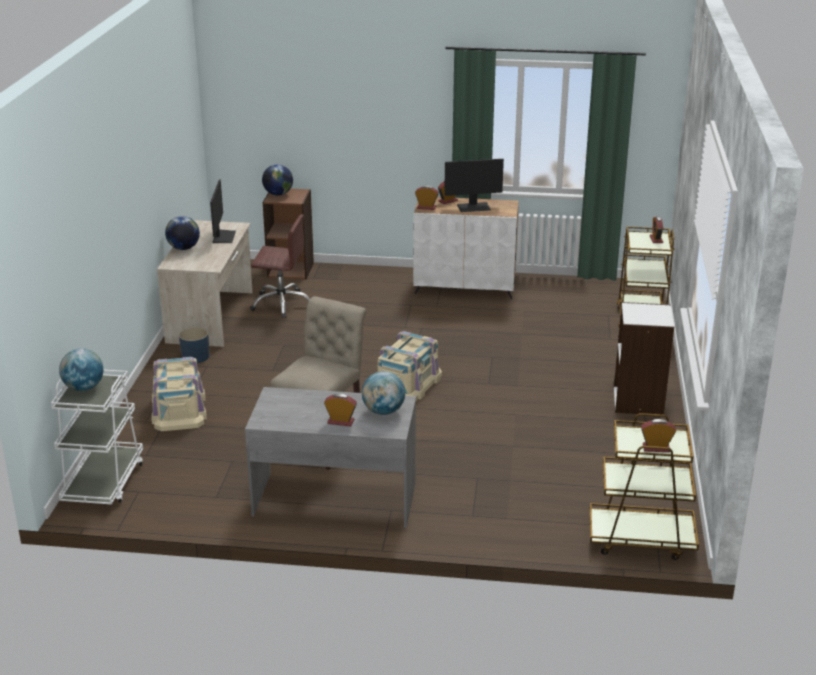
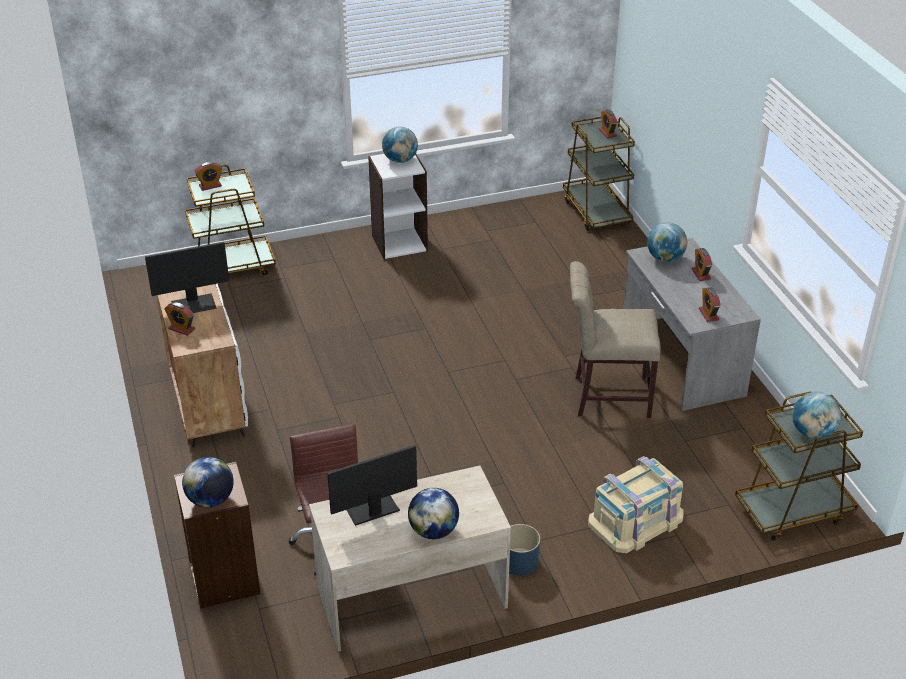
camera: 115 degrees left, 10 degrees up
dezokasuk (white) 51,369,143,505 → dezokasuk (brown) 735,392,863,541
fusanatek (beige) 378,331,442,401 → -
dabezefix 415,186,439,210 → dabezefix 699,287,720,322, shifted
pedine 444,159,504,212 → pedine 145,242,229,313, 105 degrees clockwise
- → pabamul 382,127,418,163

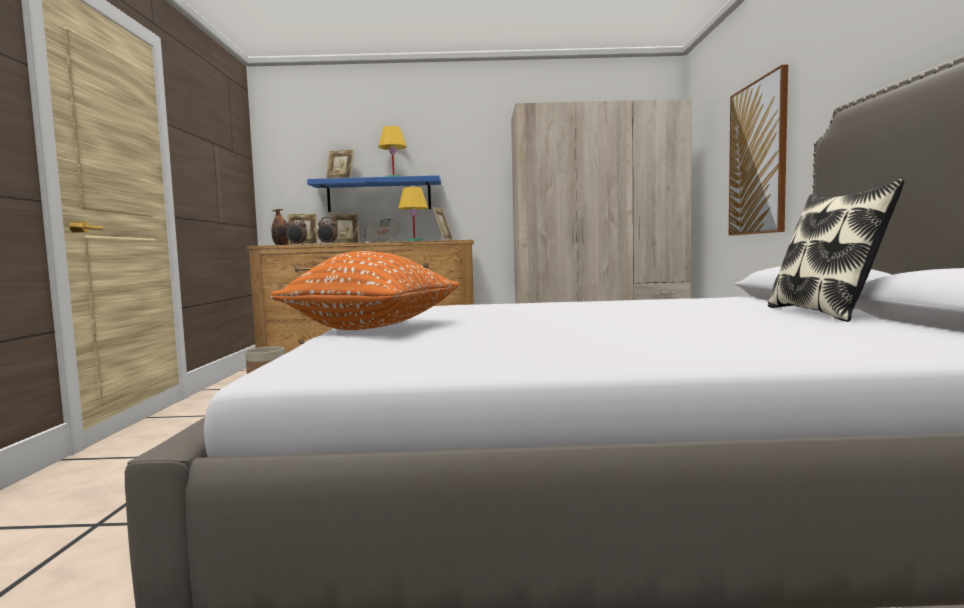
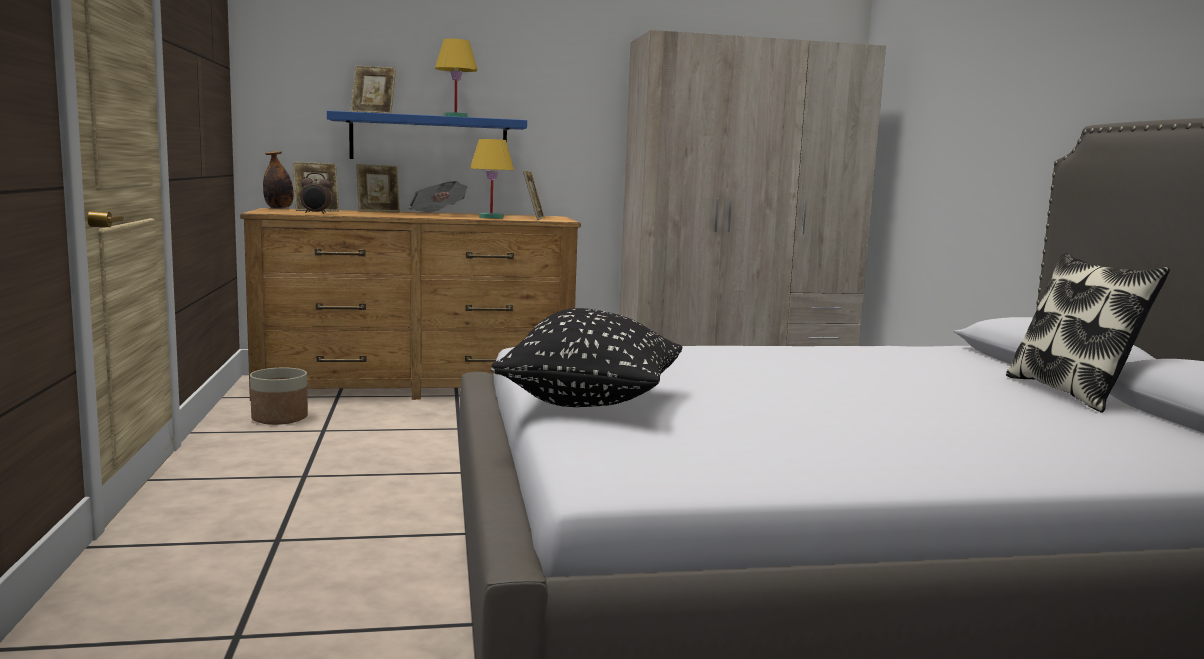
camera: 10 degrees left, 5 degrees up
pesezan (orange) 271,251,460,330 → pesezan (black) 491,308,682,407
dabezefix 317,217,338,244 → -
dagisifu 729,65,788,236 → -

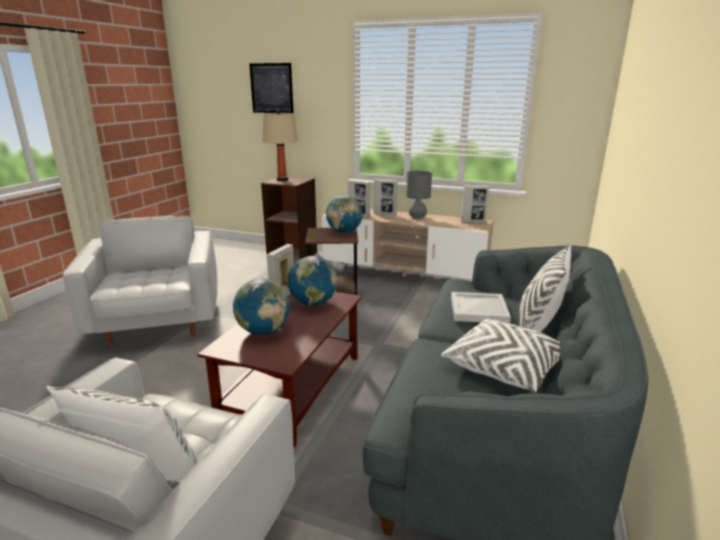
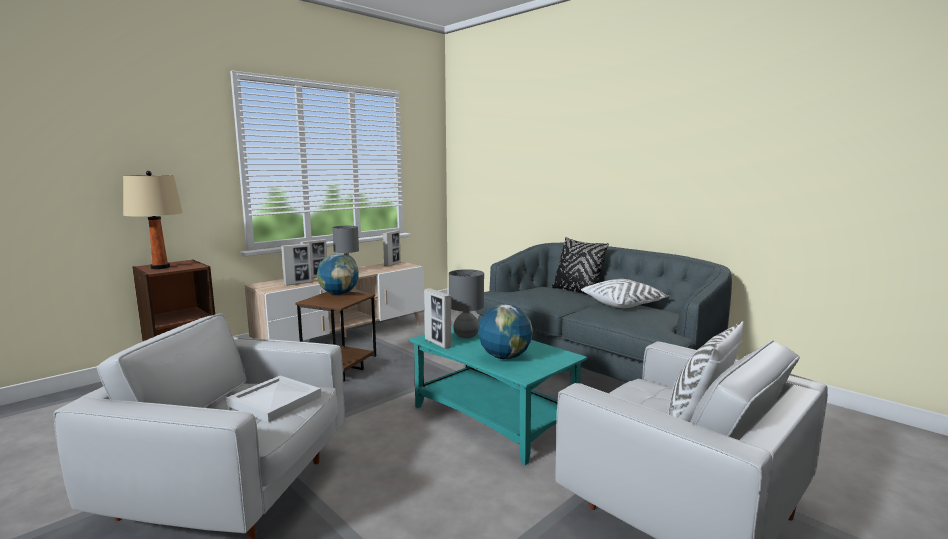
camera: 65 degrees left, 10 degrees down
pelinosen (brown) 197,292,362,448 → pelinosen (turquoise) 408,326,587,465
dagisifu 249,63,294,113 → -
pabamul 288,256,338,306 → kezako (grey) 449,269,484,338
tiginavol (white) 451,292,511,324 → tiginavol (white) 226,376,321,423, shifted
pesezan (white) 519,244,571,332 → pesezan (black) 552,237,609,294

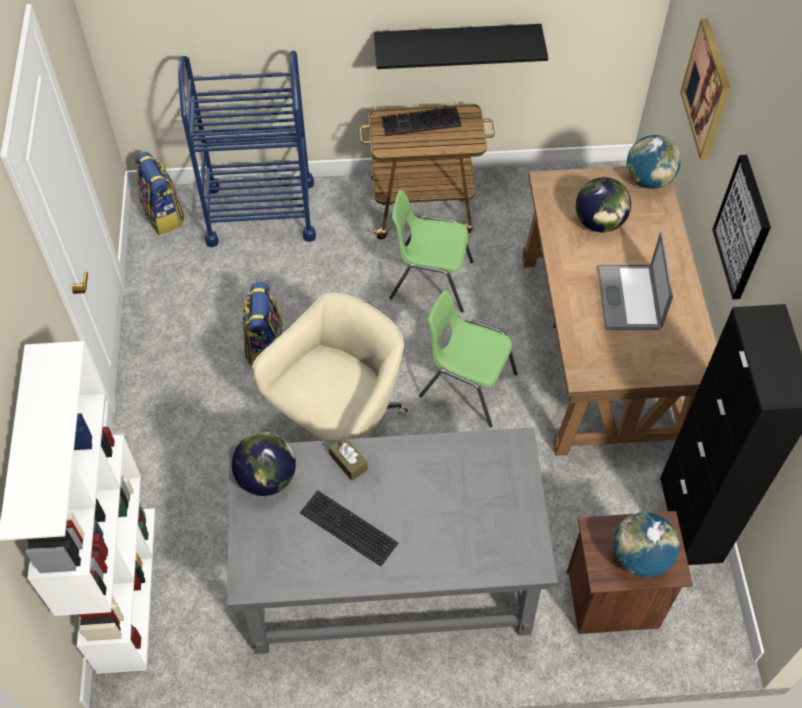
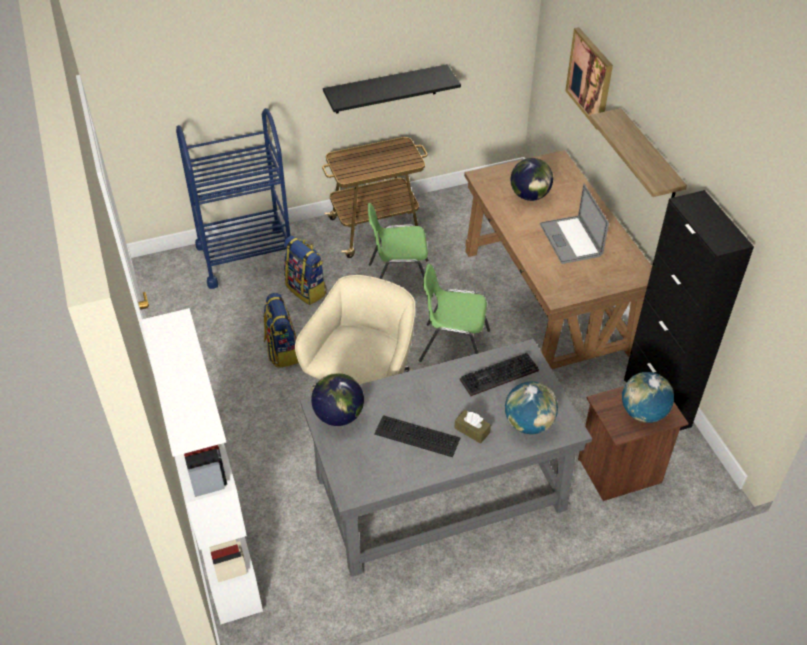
camera: 15 degrees left, 10 degrees down
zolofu 135,152,184,235 → zolofu 284,235,327,305, shifted
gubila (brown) 329,436,368,481 → gubila (brown) 455,409,491,444, shifted
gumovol 382,107,462,136 → gumovol 460,353,539,396, shifted
pabamul 627,135,681,189 → pabamul 505,381,558,434, shifted
dagisifu 712,155,771,299 → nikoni 589,108,687,198

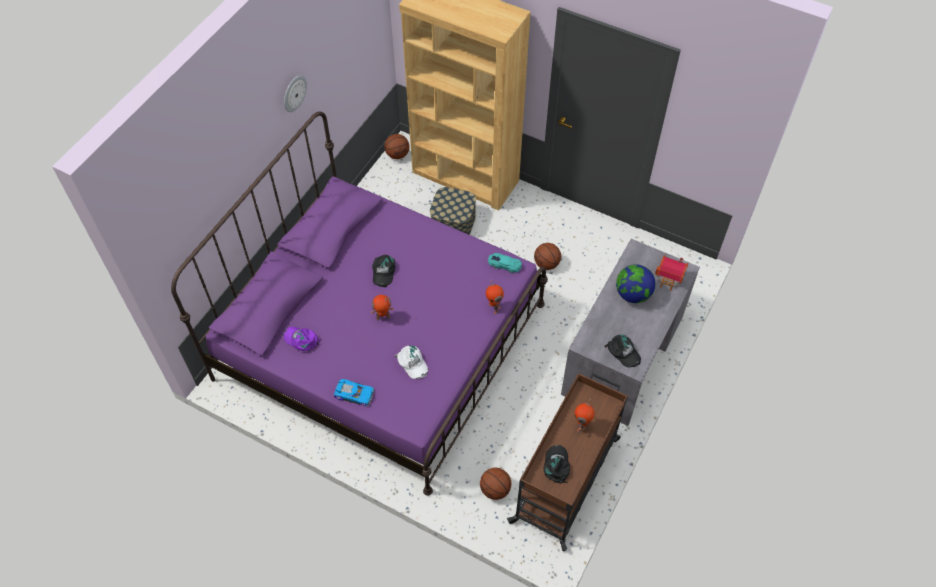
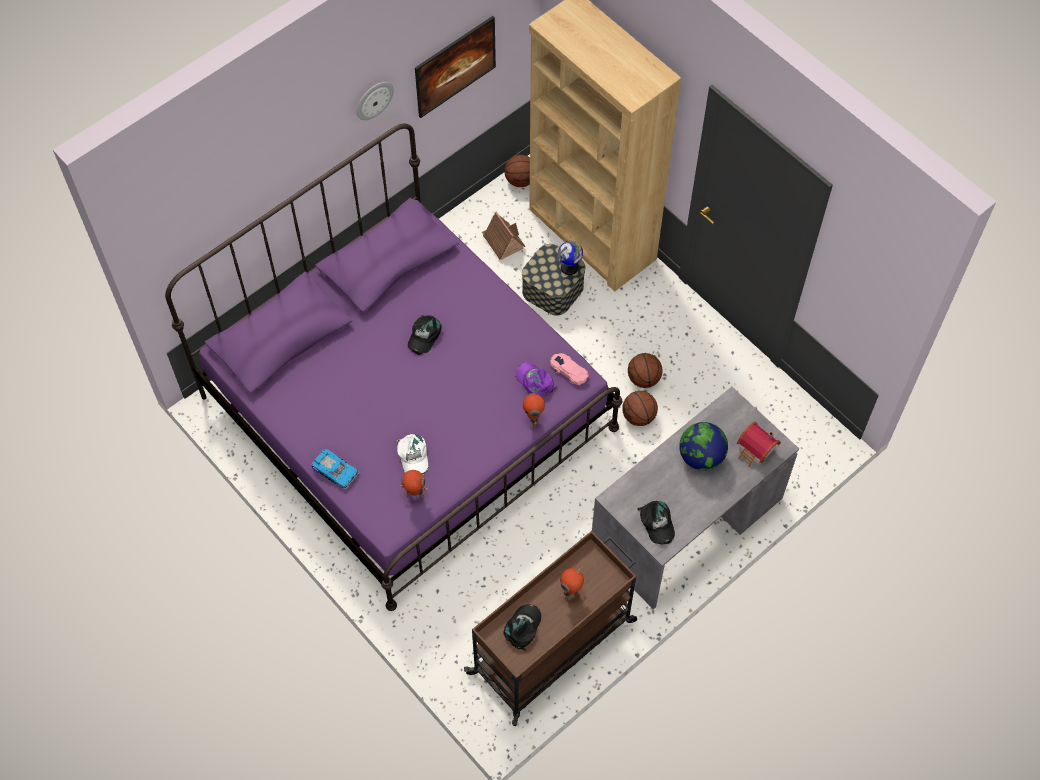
camera: 20 degrees right, 5 degrees up
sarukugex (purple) 284,327,321,351 → sarukugex (purple) 516,362,558,396, shifted
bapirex 371,295,394,320 → bapirex 400,470,428,498, shifted
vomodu 480,468,511,500 → vomodu 622,391,658,426, shifted
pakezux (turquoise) 488,253,522,273 → pakezux (pink) 550,353,589,385
- → dagisifu 415,16,496,118
- → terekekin 482,212,526,260
- → pabamul 556,241,583,275

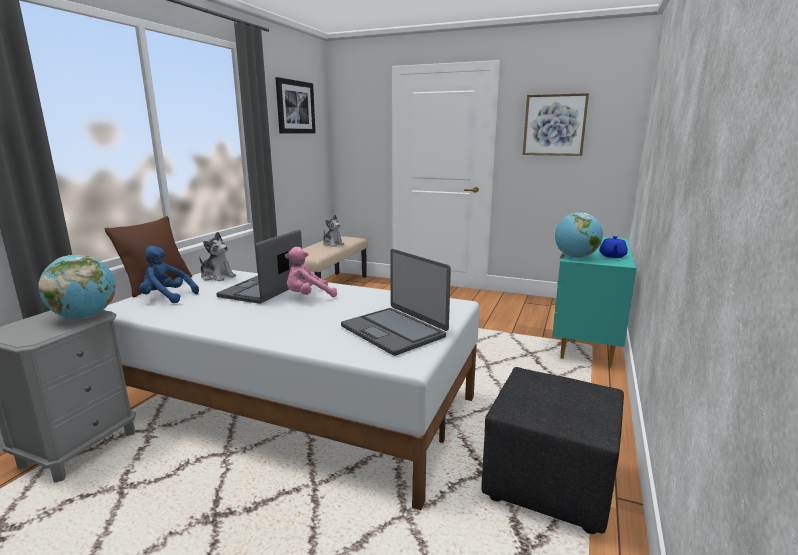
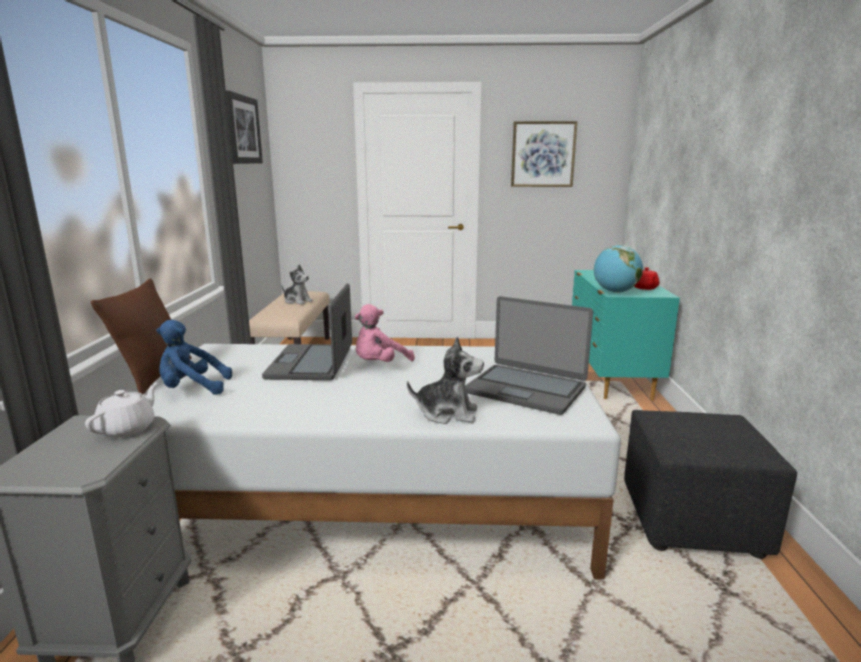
camera: 20 degrees left, 0 degrees up
pabamul 38,255,116,319 → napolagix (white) 85,383,158,438
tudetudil 199,232,236,282 → tudetudil 407,337,484,424, shifted
napolagix (blue) 599,236,628,258 → napolagix (red) 634,267,659,290

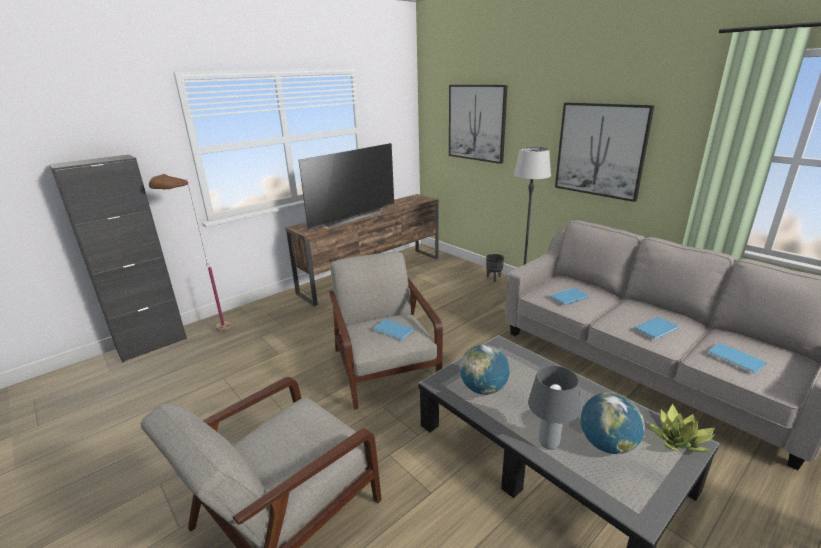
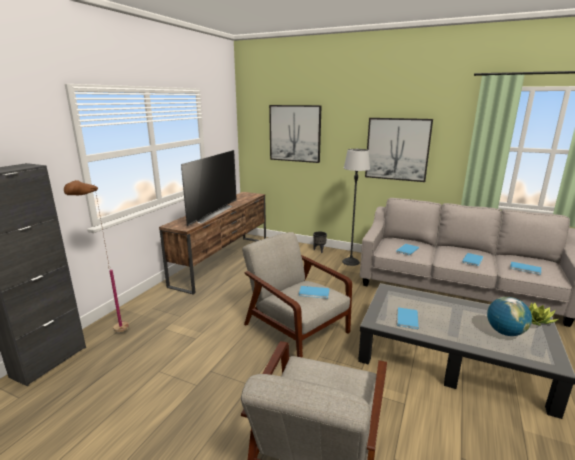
camera: 25 degrees left, 5 degrees down
pabamul 459,344,510,395 → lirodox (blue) 397,307,419,329
kezako (grey) 528,365,580,449 → -

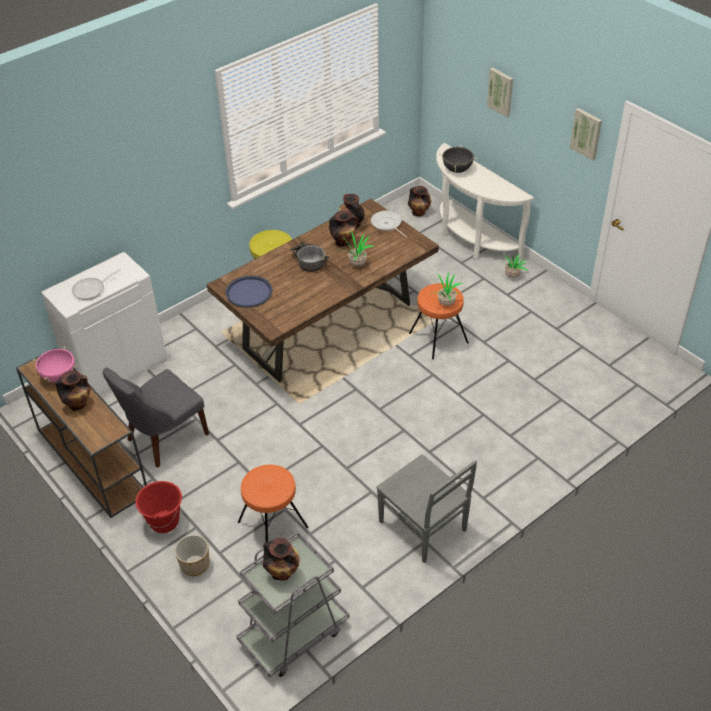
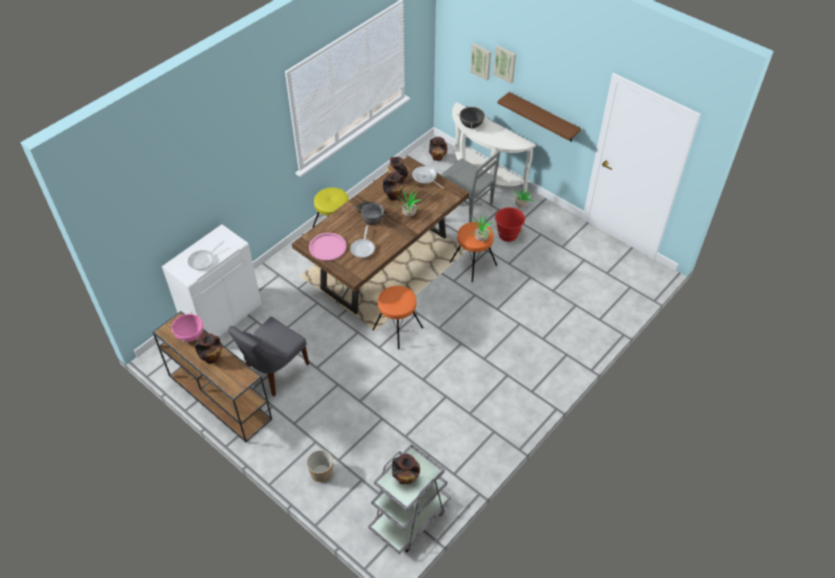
camera: 10 degrees left, 5 degrees up
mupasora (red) 136,481,182,533 → mupasora (red) 494,207,525,242, shifted
tiginavol (blue) 226,276,272,308 → tiginavol (pink) 309,233,347,261
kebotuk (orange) 238,465,308,542 → kebotuk (orange) 372,286,423,350, shifted
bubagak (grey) 376,454,477,563 → bubagak (grey) 441,150,501,223, shifted
dagisifu 570,108,602,161 → dagisifu 470,43,491,81, shifted
- → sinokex 350,225,375,258
- → nikoni (brown) 498,92,581,142

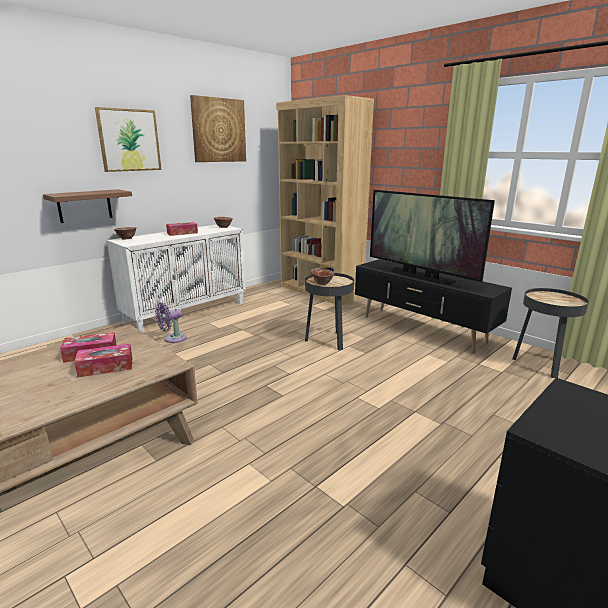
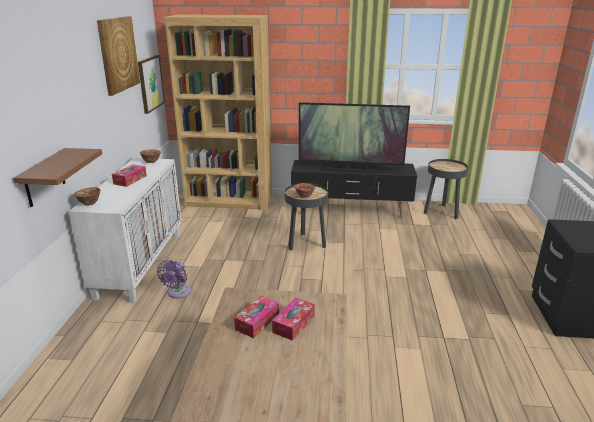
camera: 40 degrees left, 5 degrees up
dagisifu 95,107,161,172 → dagisifu 138,55,165,114, shifted

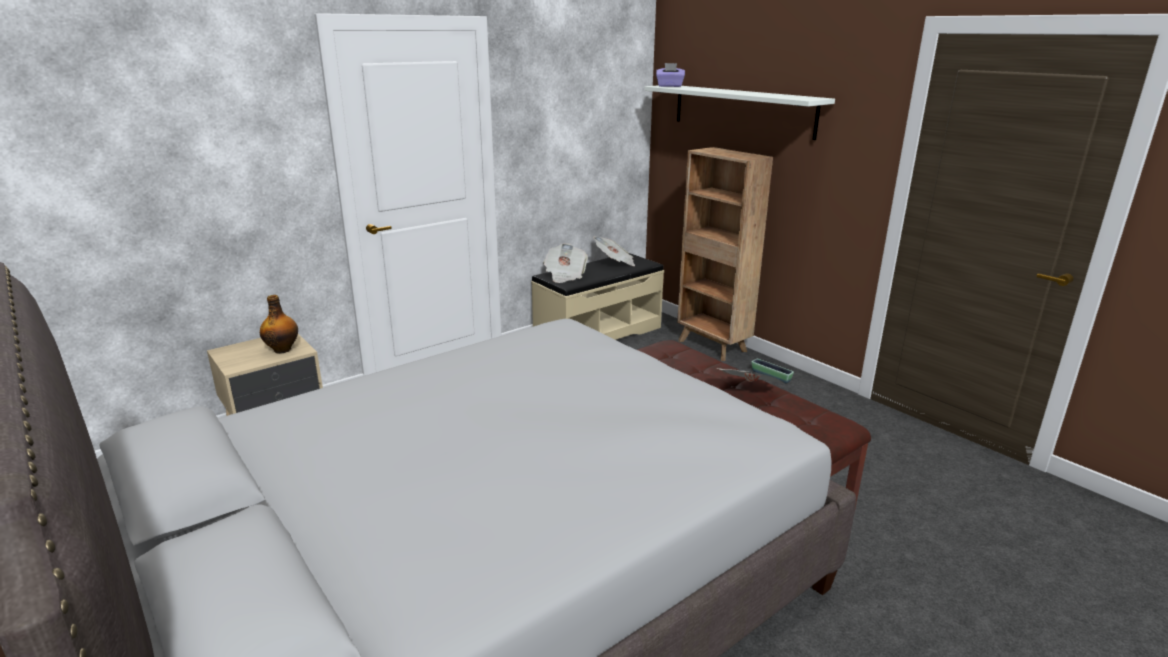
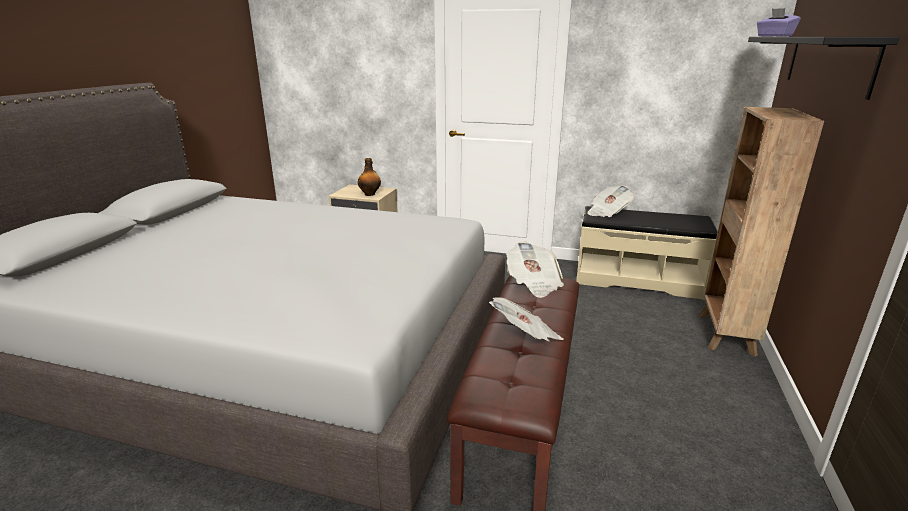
camera: 55 degrees right, 0 degrees up
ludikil 593,236,635,266 → ludikil 506,241,564,298, shifted
nikoni (white) 644,86,835,140 → nikoni (black) 748,37,899,100
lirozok 751,359,794,384 → -

